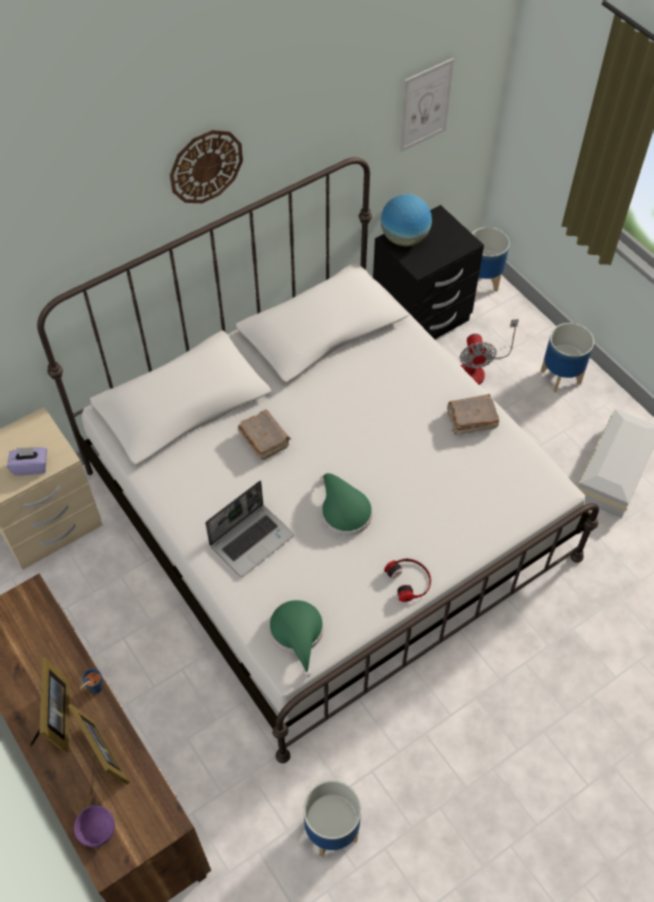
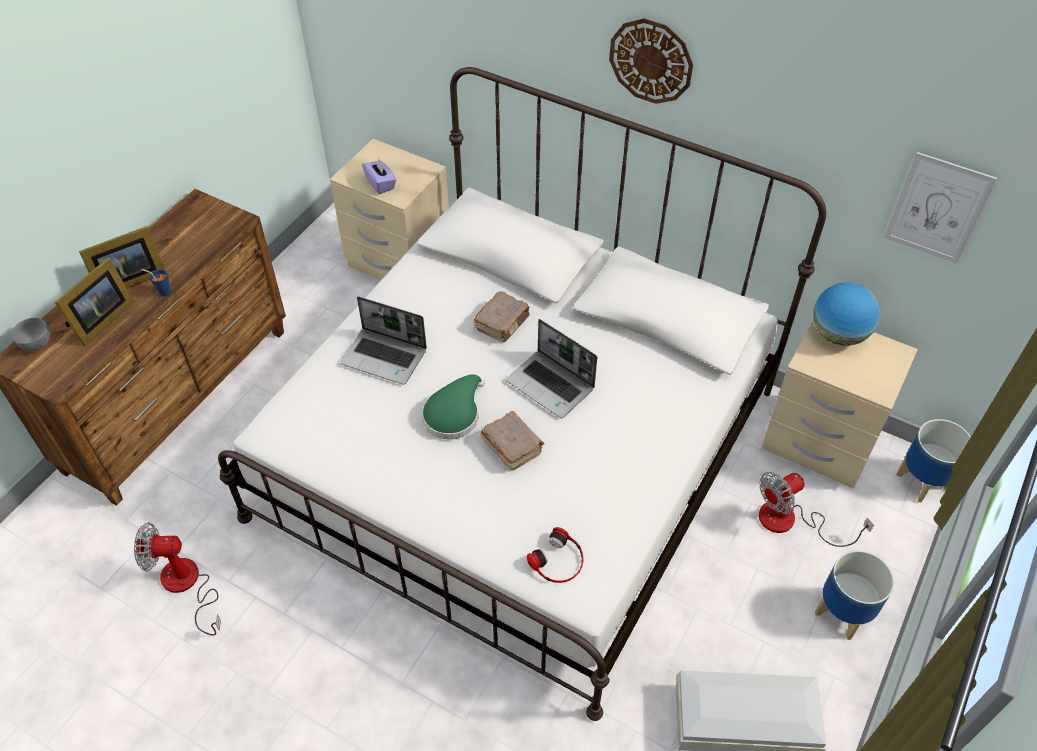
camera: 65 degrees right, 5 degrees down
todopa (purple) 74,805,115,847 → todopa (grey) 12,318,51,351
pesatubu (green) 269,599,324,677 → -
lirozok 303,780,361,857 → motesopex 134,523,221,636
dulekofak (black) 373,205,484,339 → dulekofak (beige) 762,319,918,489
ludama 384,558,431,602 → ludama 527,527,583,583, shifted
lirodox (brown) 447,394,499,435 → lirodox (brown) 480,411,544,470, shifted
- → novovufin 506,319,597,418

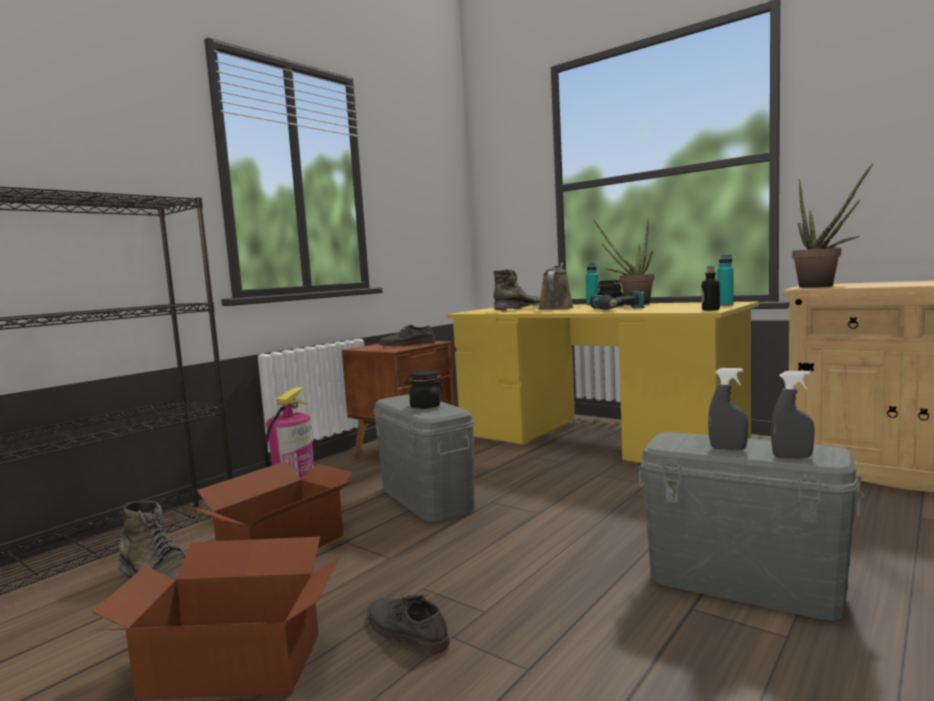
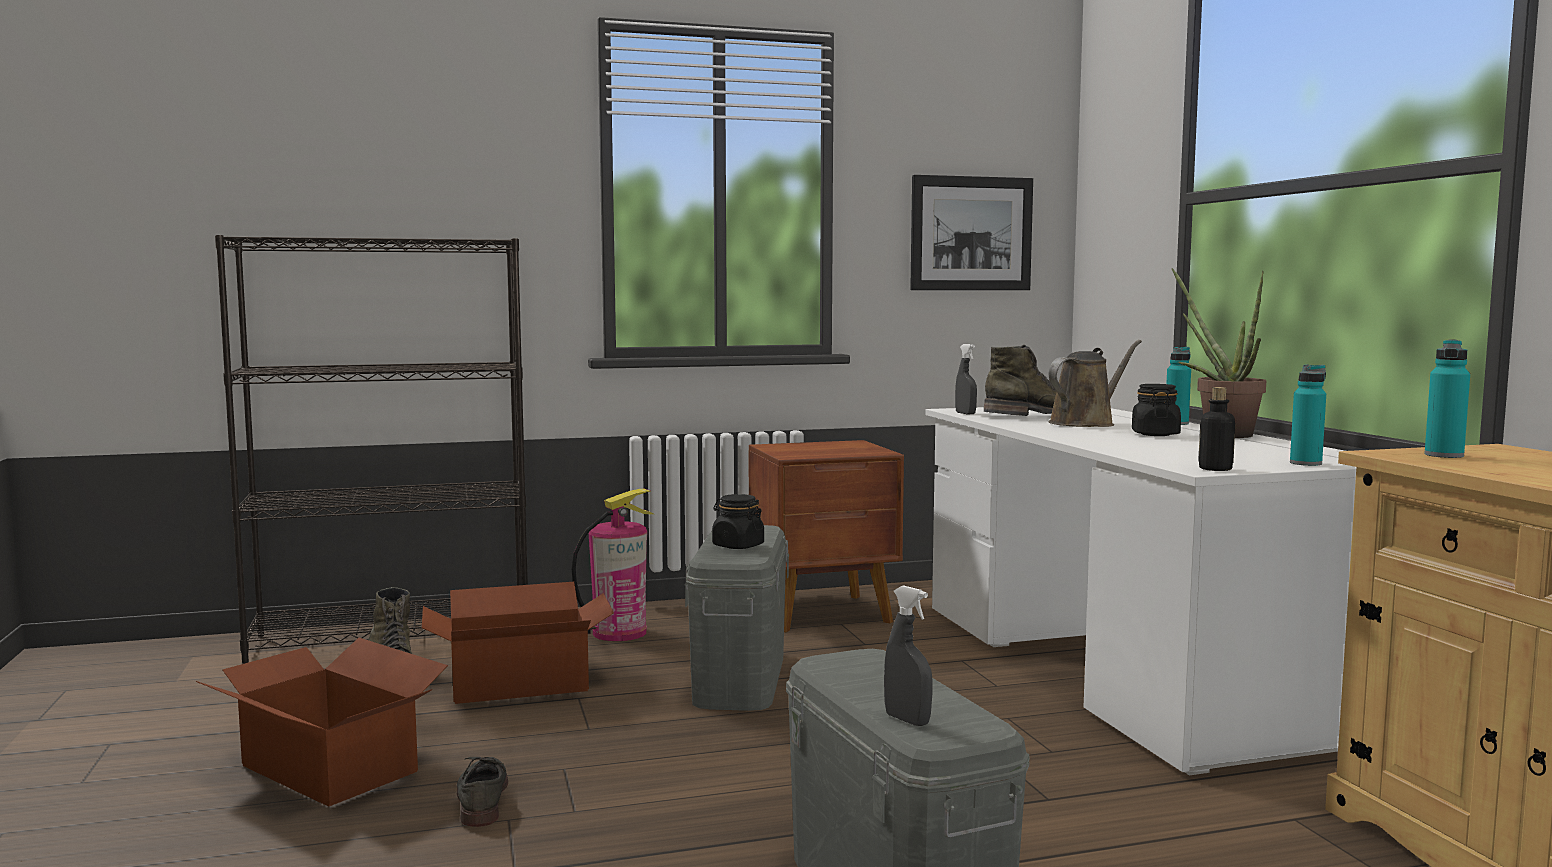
camera: 35 degrees right, 0 degrees up
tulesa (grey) 379,325,436,346 → -
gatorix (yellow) 446,302,759,463 → gatorix (white) 925,407,1356,775
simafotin 590,291,645,310 → -
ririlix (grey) 708,368,748,450 → ririlix (grey) 955,344,977,414, shifted
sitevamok 792,164,873,288 → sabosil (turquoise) 1424,339,1470,458
- → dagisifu 910,175,1033,290

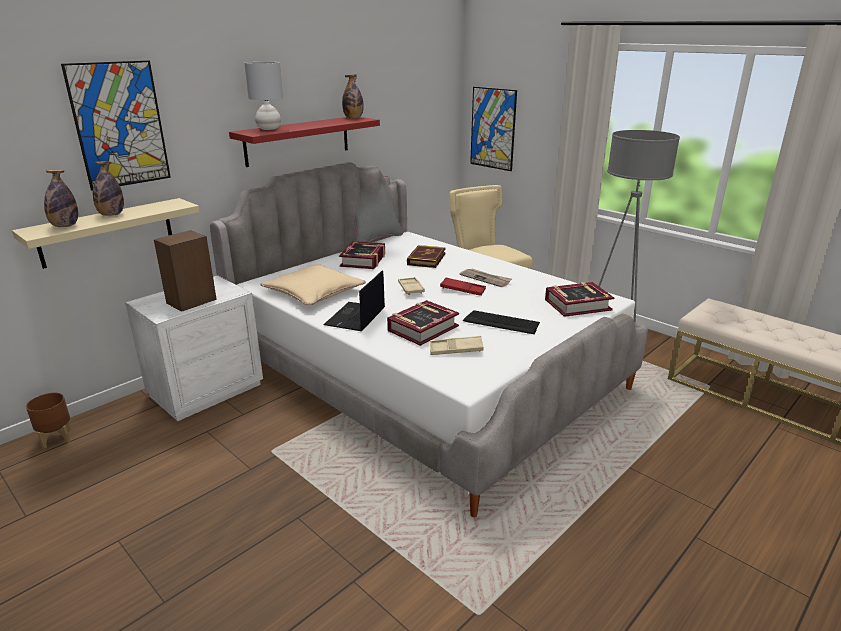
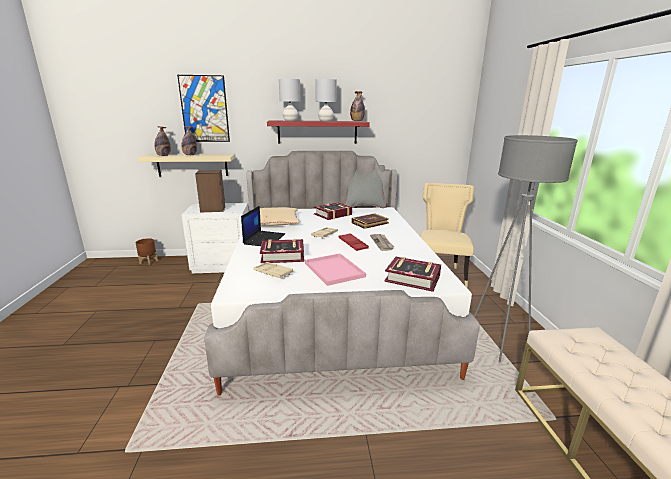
camera: 40 degrees right, 5 degrees down
novovufin 323,270,385,331 → novovufin 241,206,285,246, 135 degrees clockwise
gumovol 463,310,540,334 → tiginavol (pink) 305,253,366,286
dagisifu 470,87,517,171 → -
- → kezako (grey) 315,79,337,122

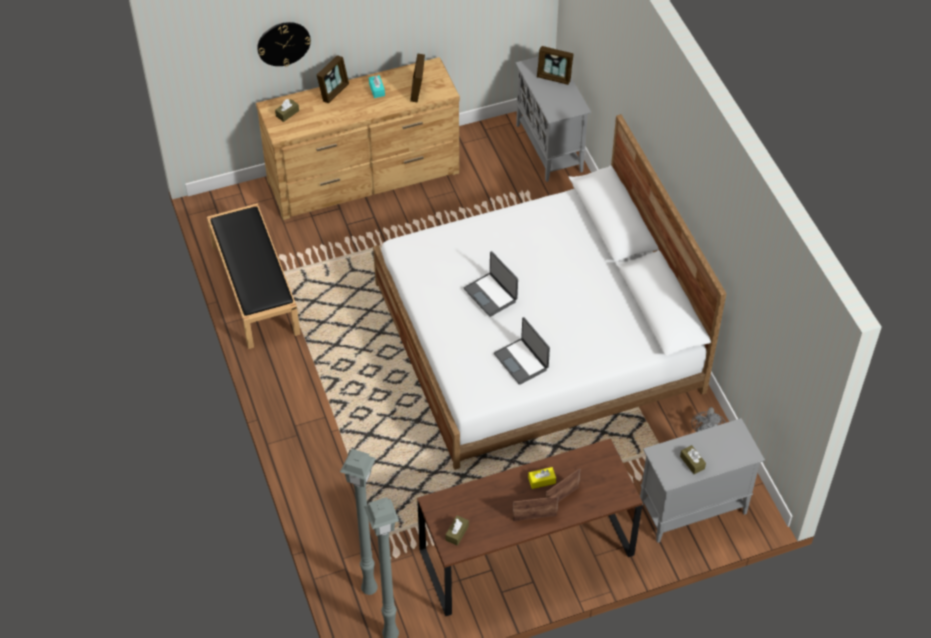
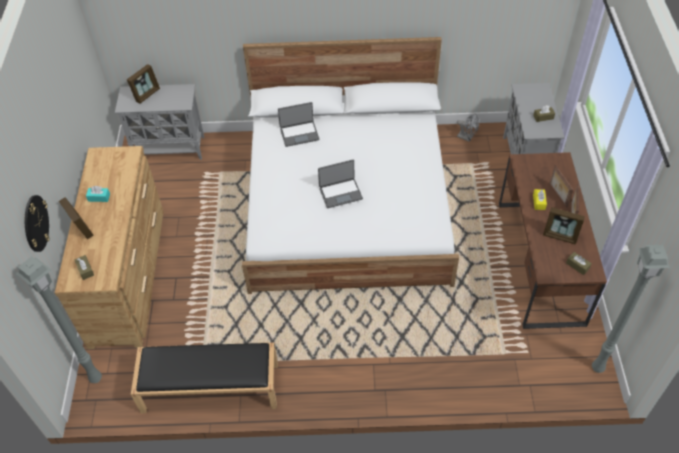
camera: 70 degrees left, 0 degrees up
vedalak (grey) 340,449,378,595 → vedalak (grey) 16,256,102,383, shifted
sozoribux 410,54,425,102 → sozoribux 543,207,585,244, shifted
novovufin 494,317,550,385 → novovufin 278,102,319,147, shifted

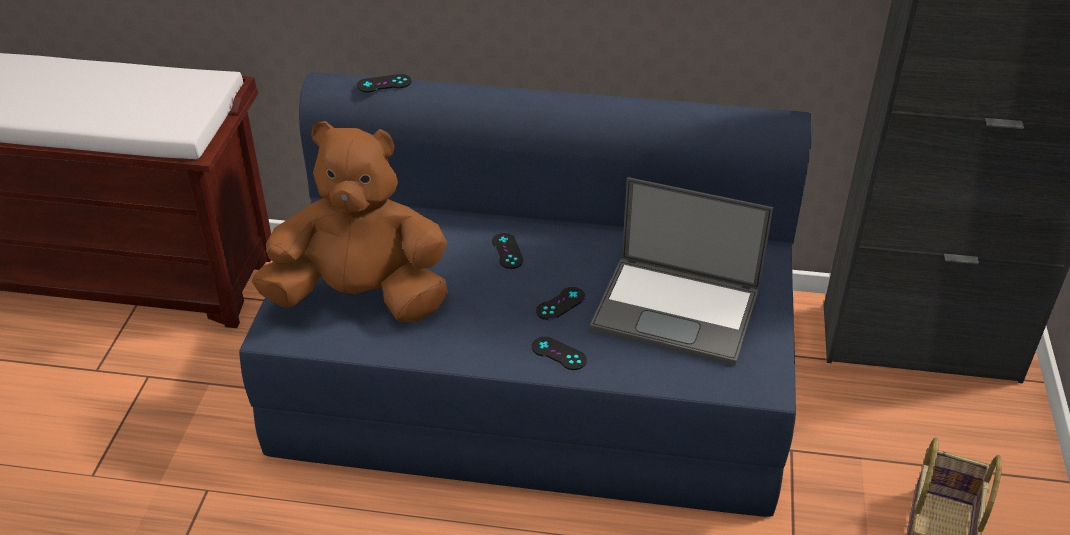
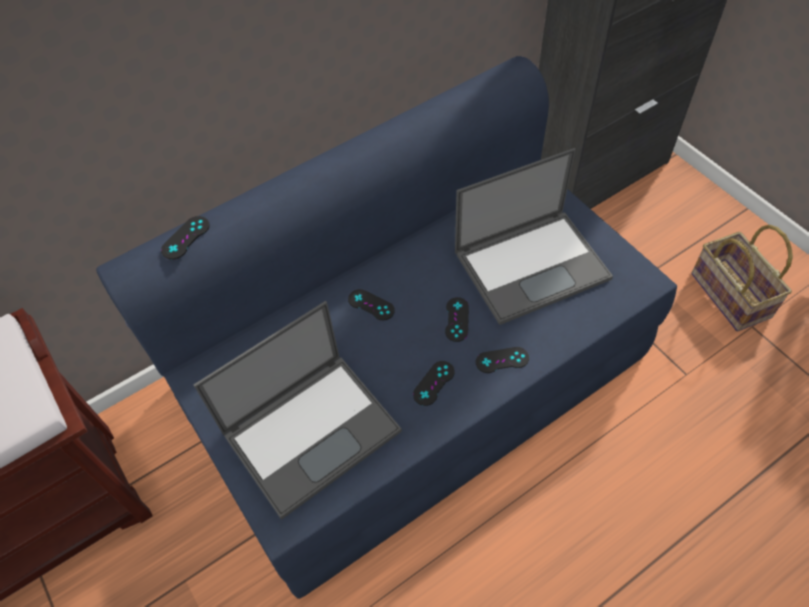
camera: 40 degrees left, 15 degrees up
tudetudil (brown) 252,121,448,322 → novovufin 194,301,402,520
- → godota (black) 413,361,455,406

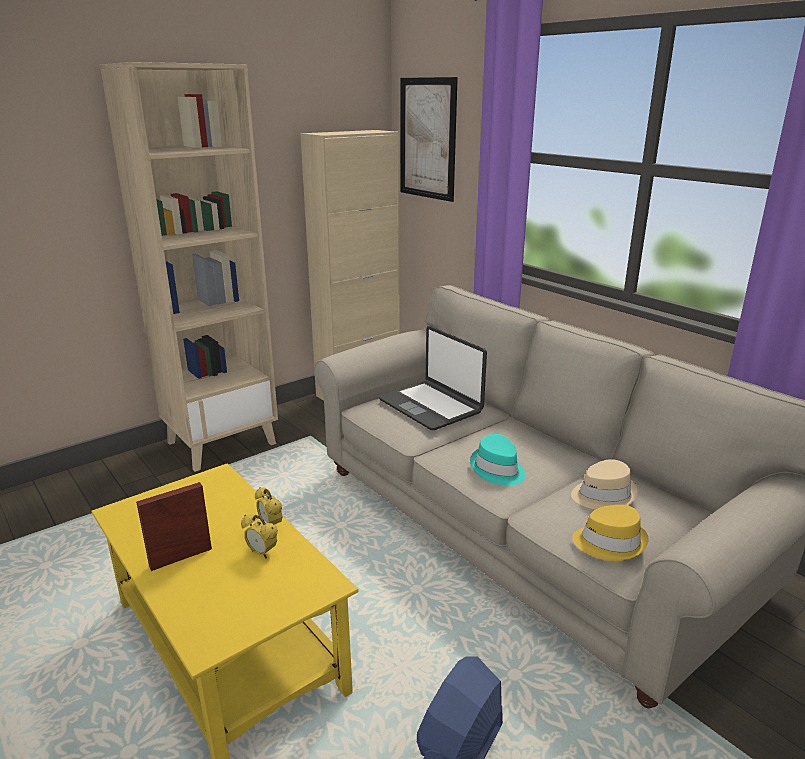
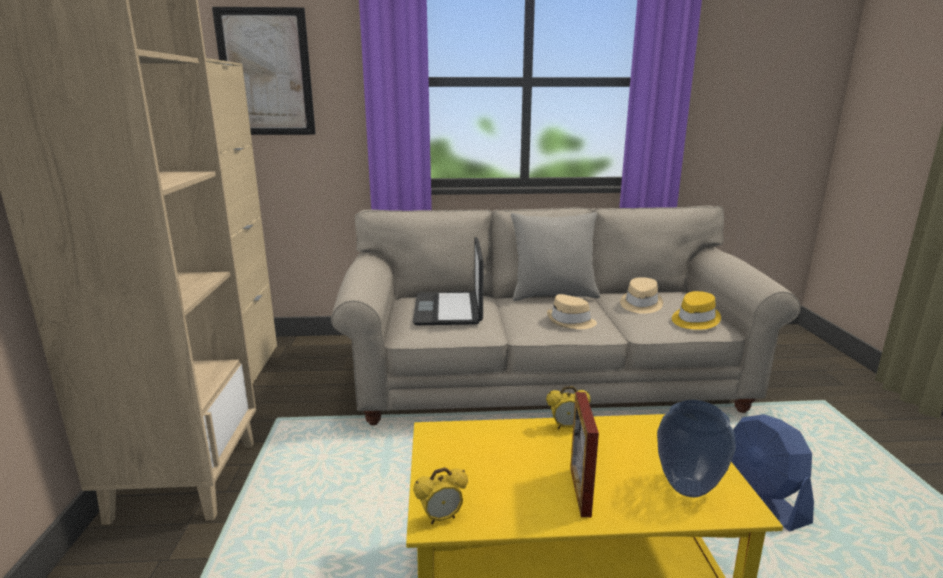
camera: 55 degrees left, 5 degrees down
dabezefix 241,514,278,559 → dabezefix 413,467,468,524, shifted
novovufin 379,326,487,430 → novovufin 413,237,484,325, 90 degrees clockwise
pesatubu (turquoise) 470,434,525,485 → pesatubu (beige) 547,294,597,329
- → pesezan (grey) 511,213,600,301
- → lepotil 657,400,736,497

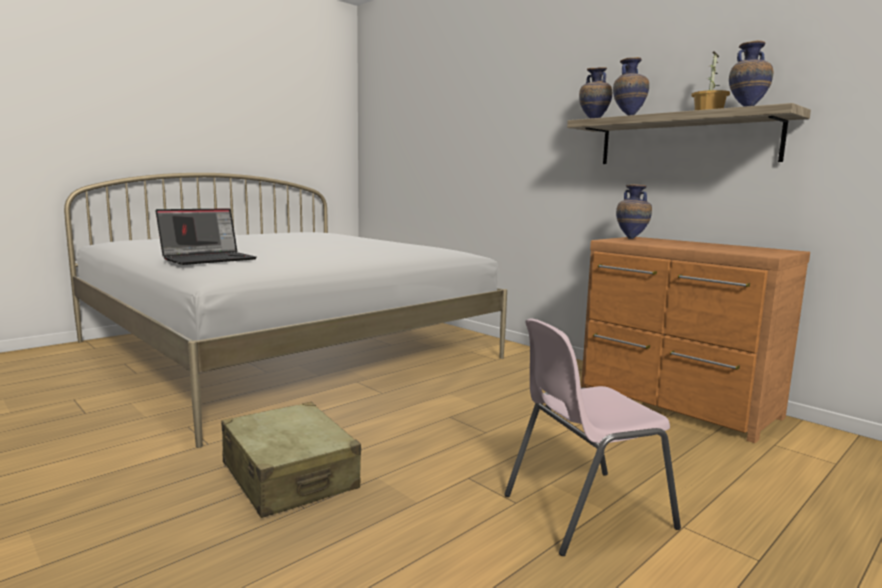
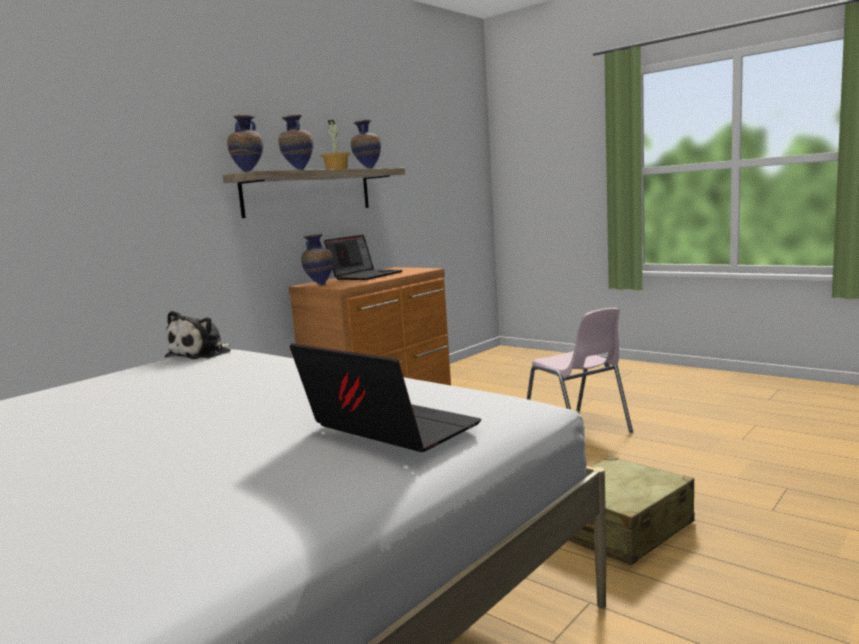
camera: 95 degrees left, 0 degrees up
- → tudetudil 165,311,231,359
- → novovufin 324,235,403,280

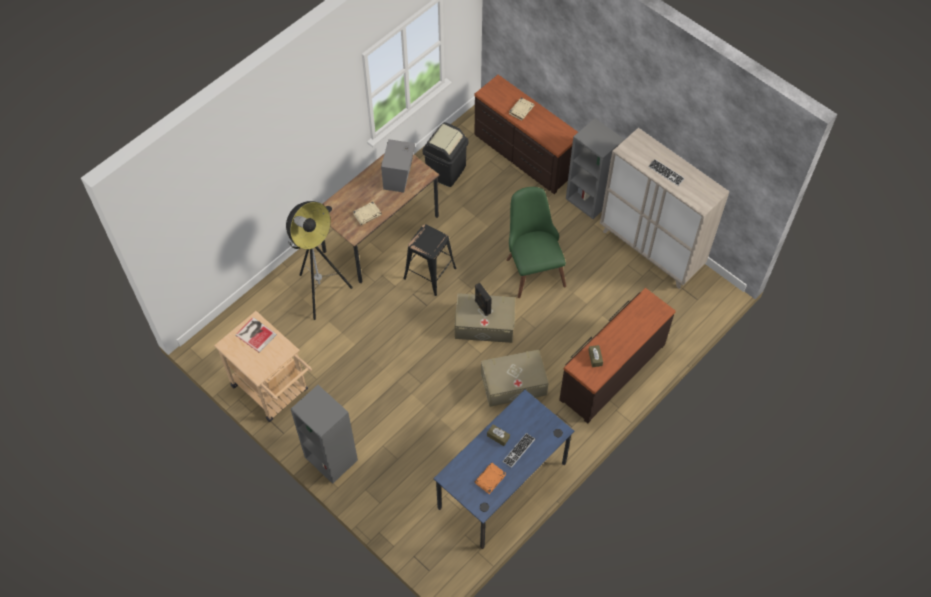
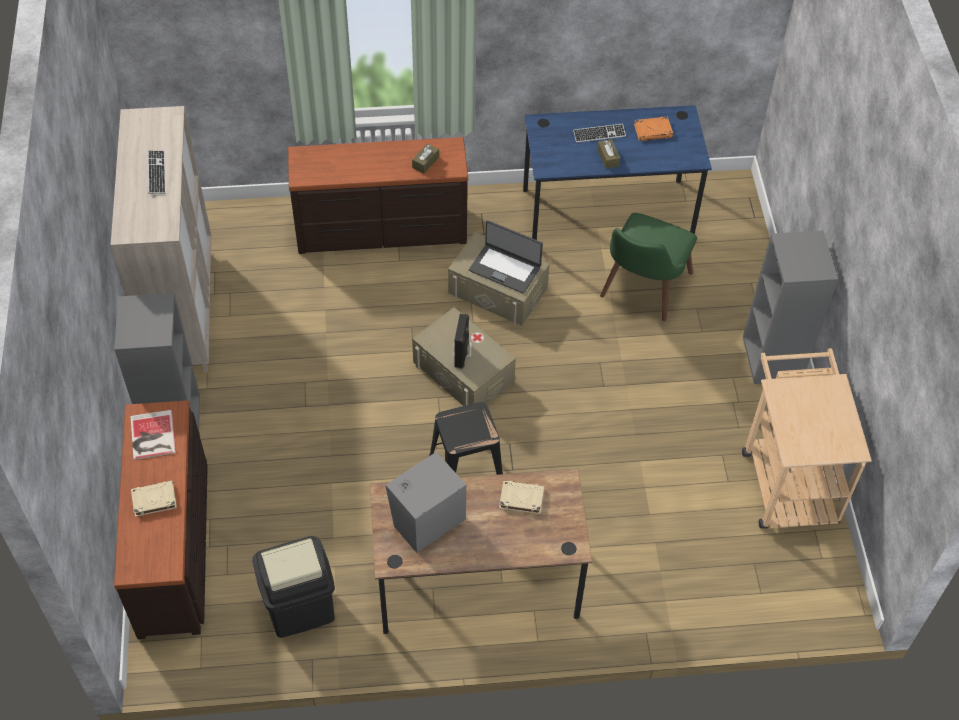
camera: 140 degrees left, 5 degrees down
lirodox 235,317,277,353 → lirodox 130,410,176,460, shifted
vedalak 286,201,353,320 → -
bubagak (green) 506,187,566,298 → bubagak (green) 600,213,697,321, shifted
- → novovufin 469,220,543,294

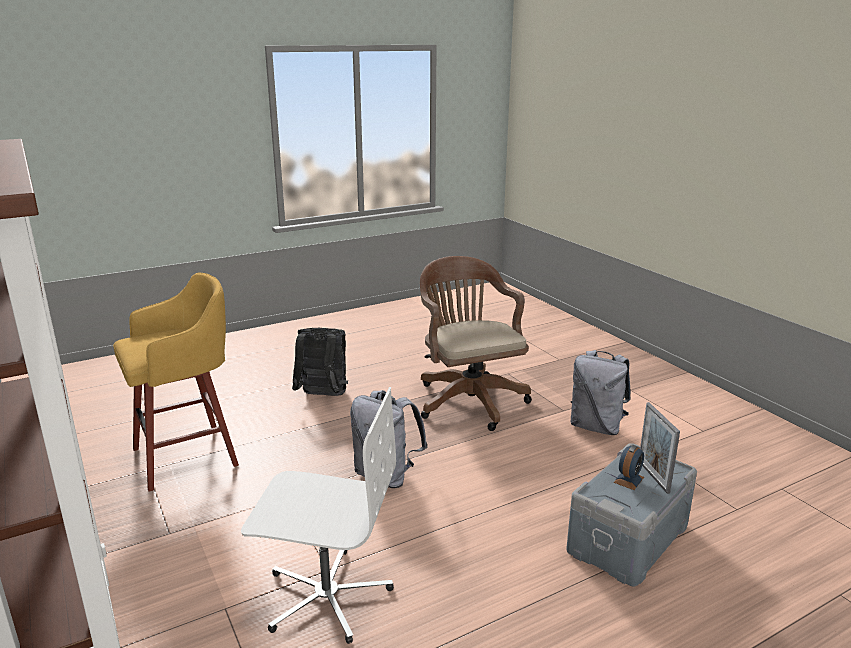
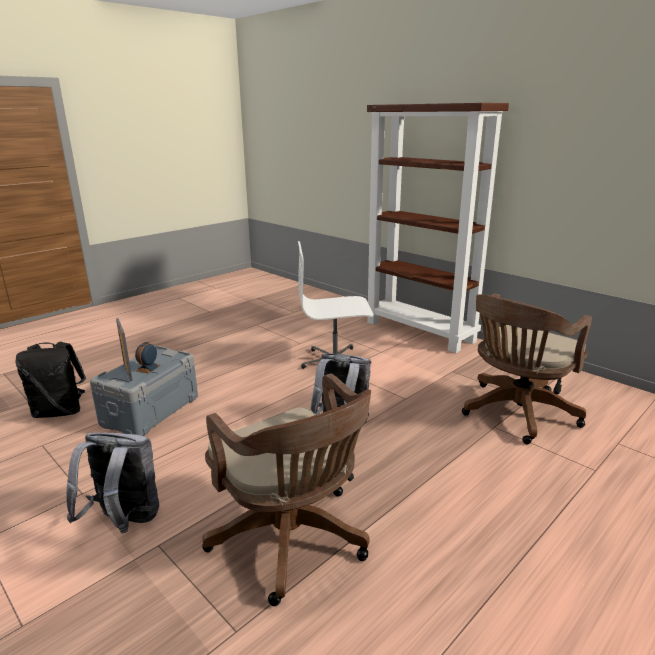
camera: 165 degrees right, 0 degrees up
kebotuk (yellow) 113,273,239,492 → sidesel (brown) 462,294,592,444
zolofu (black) 292,328,348,396 → zolofu (black) 16,342,86,418, shifted

